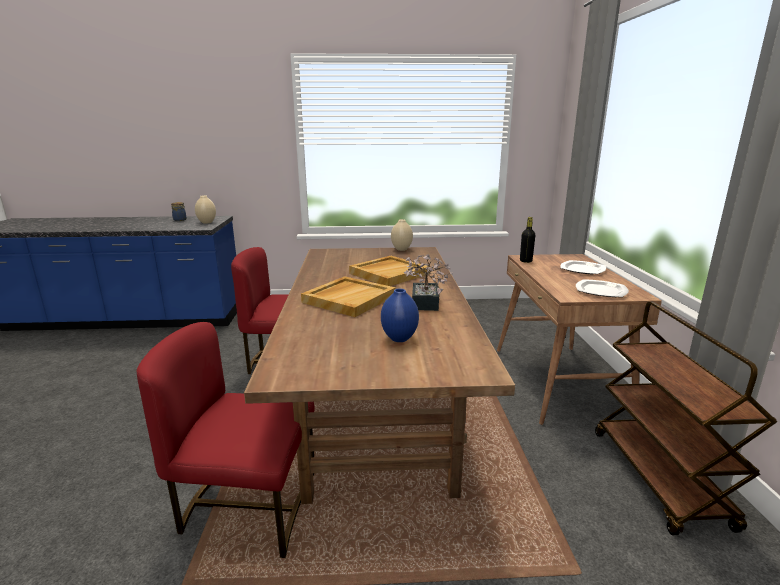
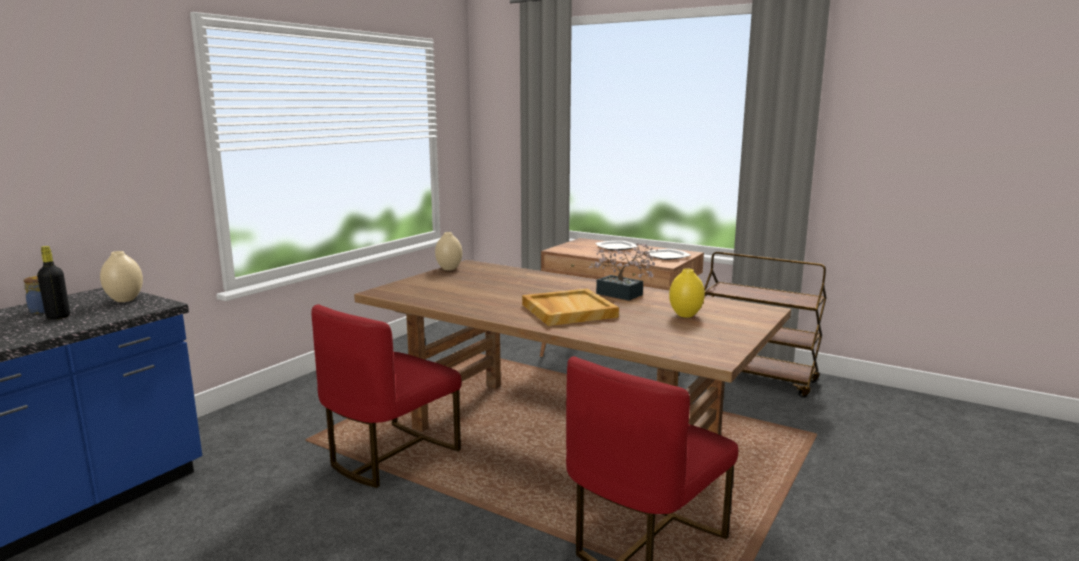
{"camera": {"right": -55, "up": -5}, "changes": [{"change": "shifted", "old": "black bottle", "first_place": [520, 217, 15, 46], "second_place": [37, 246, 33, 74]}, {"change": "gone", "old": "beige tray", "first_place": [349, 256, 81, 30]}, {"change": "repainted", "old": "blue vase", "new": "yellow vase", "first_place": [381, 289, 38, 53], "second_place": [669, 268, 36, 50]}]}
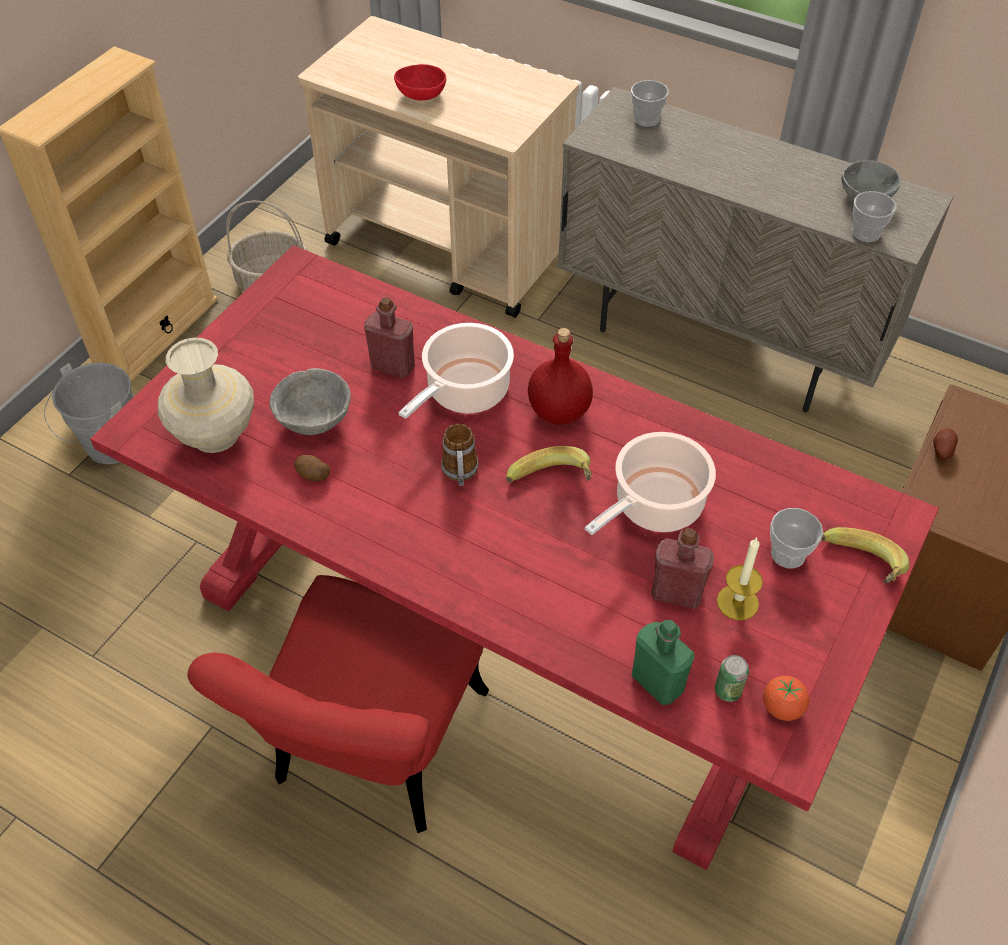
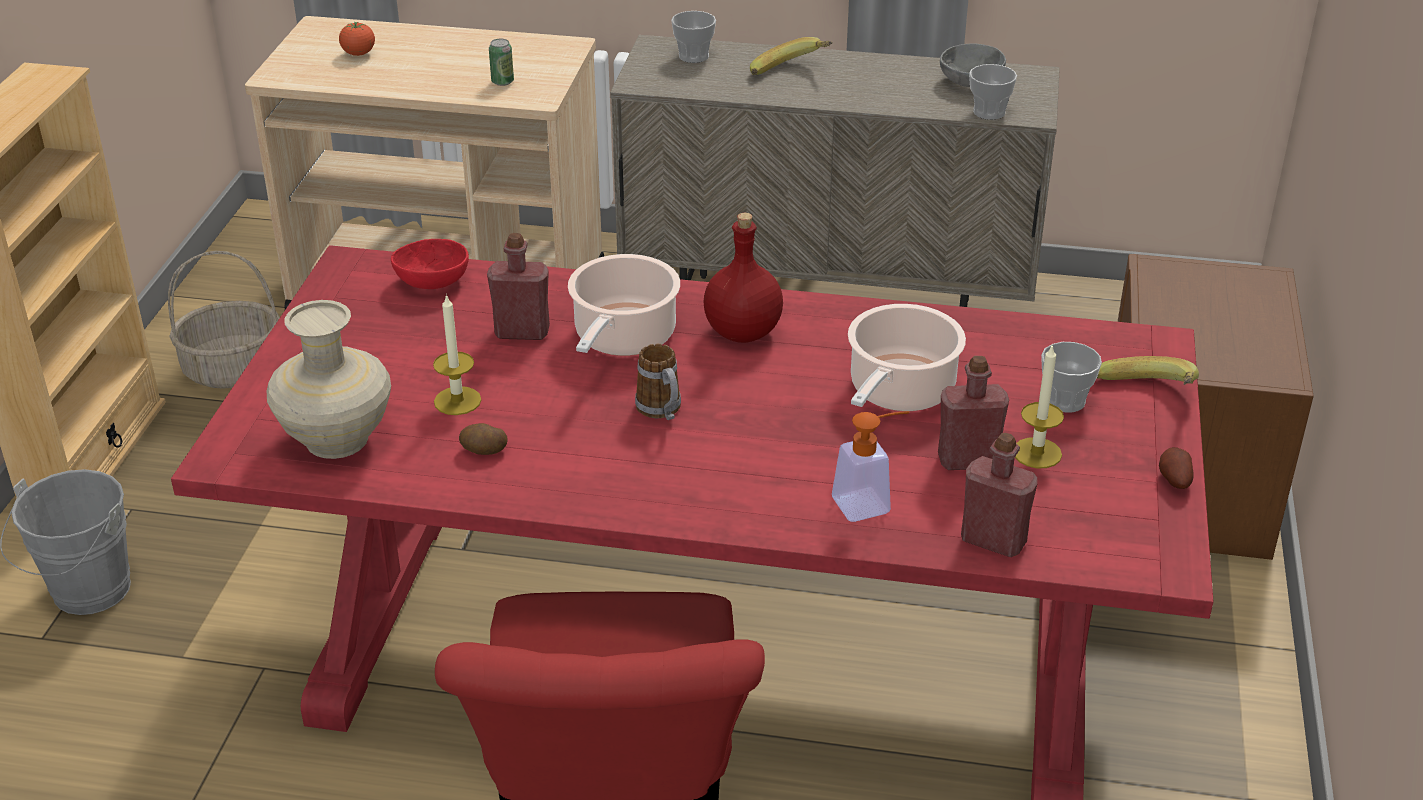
{"camera": {"right": -20, "up": -15}, "changes": [{"change": "shifted", "old": "red bowl", "first_place": [394, 64, 52, 36], "second_place": [391, 239, 78, 50]}, {"change": "swapped", "old": "grey bowl", "new": "candle", "first_place": [270, 368, 81, 67], "second_place": [433, 294, 48, 121]}, {"change": "shifted", "old": "potato", "first_place": [933, 428, 25, 32], "second_place": [1159, 447, 34, 42]}, {"change": "shifted", "old": "banana", "first_place": [506, 446, 86, 37], "second_place": [750, 37, 83, 38]}, {"change": "repainted", "old": "green bottle", "new": "red bottle", "first_place": [631, 620, 63, 85], "second_place": [961, 433, 77, 124]}, {"change": "shifted", "old": "can", "first_place": [715, 655, 34, 47], "second_place": [489, 39, 25, 47]}, {"change": "shifted", "old": "tomato", "first_place": [763, 676, 47, 45], "second_place": [339, 22, 36, 34]}, {"change": "new", "new": "soap dispenser", "second_place": [832, 411, 77, 111]}]}
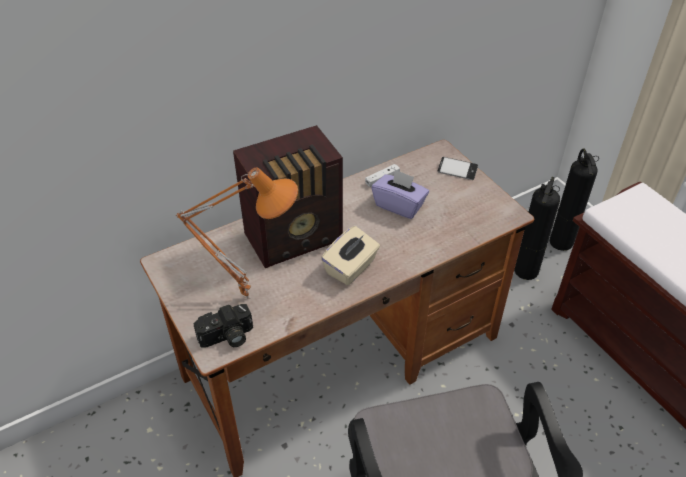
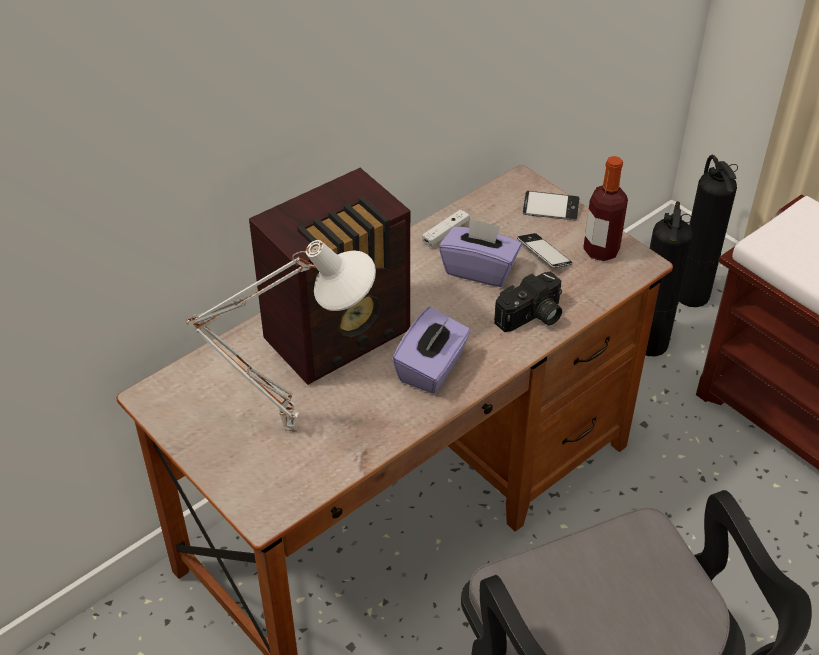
{"camera": {"right": -10, "up": 0}, "changes": [{"change": "repainted", "old": "orange table lamp", "new": "white table lamp", "first_place": [176, 167, 122, 132], "second_place": [185, 240, 191, 192]}, {"change": "repainted", "old": "beige tissue box", "new": "purple tissue box", "first_place": [321, 226, 59, 59], "second_place": [392, 307, 79, 87]}, {"change": "shifted", "old": "photo camera", "first_place": [193, 304, 60, 44], "second_place": [494, 272, 68, 60]}, {"change": "new", "new": "bottle", "second_place": [583, 156, 45, 105]}, {"change": "new", "new": "phone", "second_place": [517, 233, 55, 35]}]}
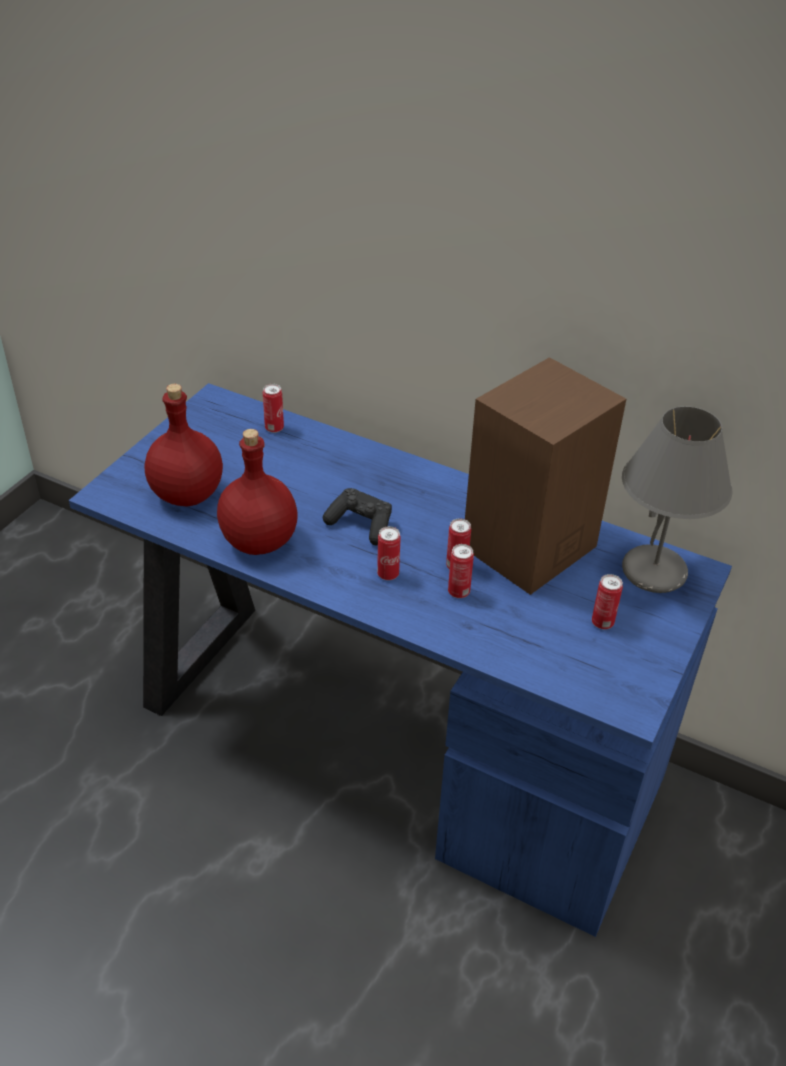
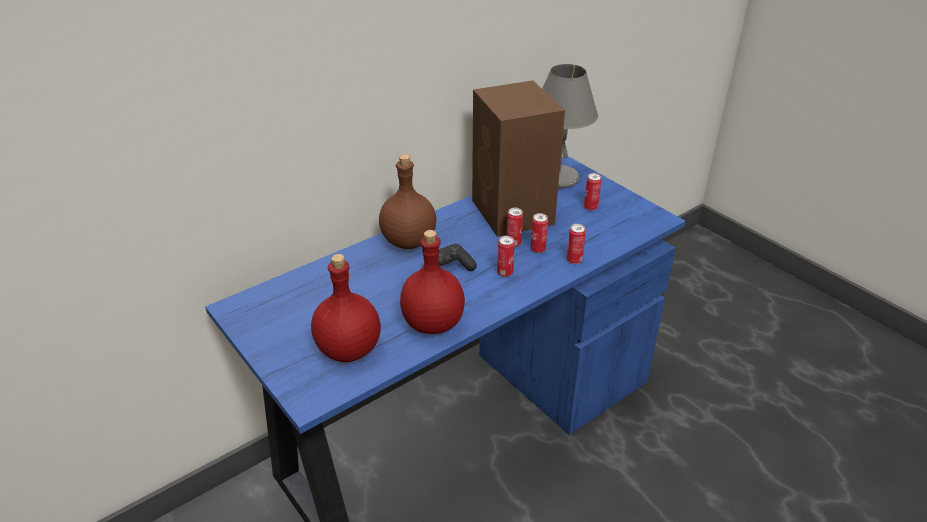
{"camera": {"right": -65, "up": -5}, "changes": [{"change": "shifted", "old": "can", "first_place": [263, 384, 21, 49], "second_place": [567, 224, 19, 40]}, {"change": "new", "new": "brown bottle", "second_place": [379, 154, 58, 95]}]}
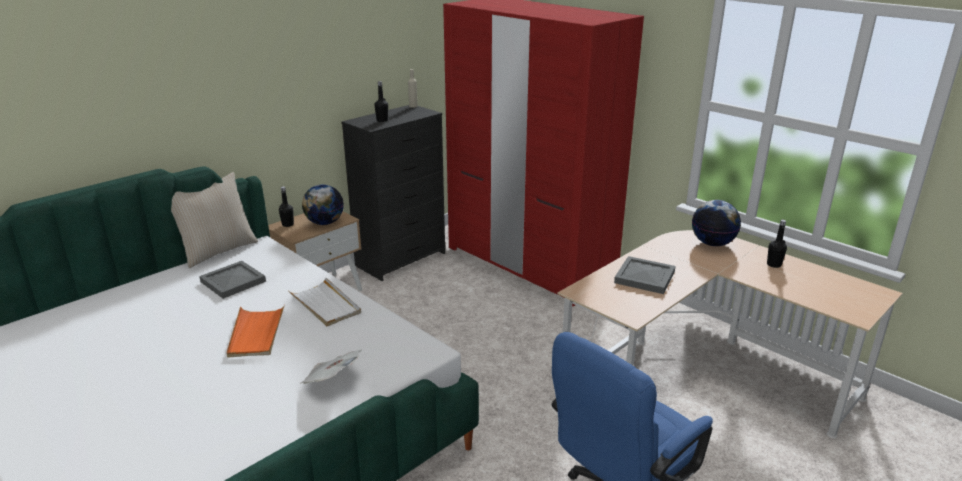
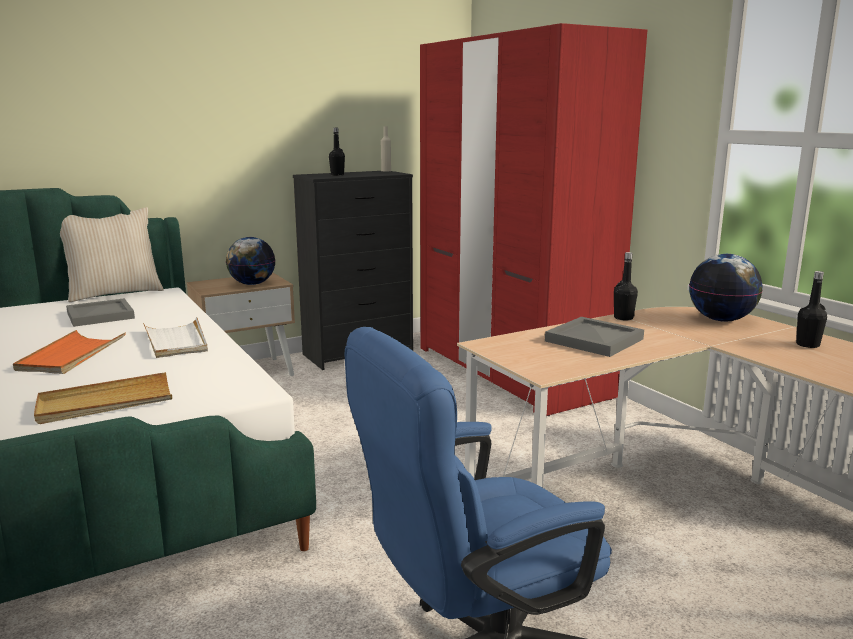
{"camera": {"right": 15, "up": -10}, "changes": [{"change": "shifted", "old": "black bottle", "first_place": [279, 186, 15, 41], "second_place": [614, 252, 24, 68]}, {"change": "swapped", "old": "newspaper", "new": "beige tray", "first_place": [300, 350, 62, 34], "second_place": [34, 372, 138, 52]}]}
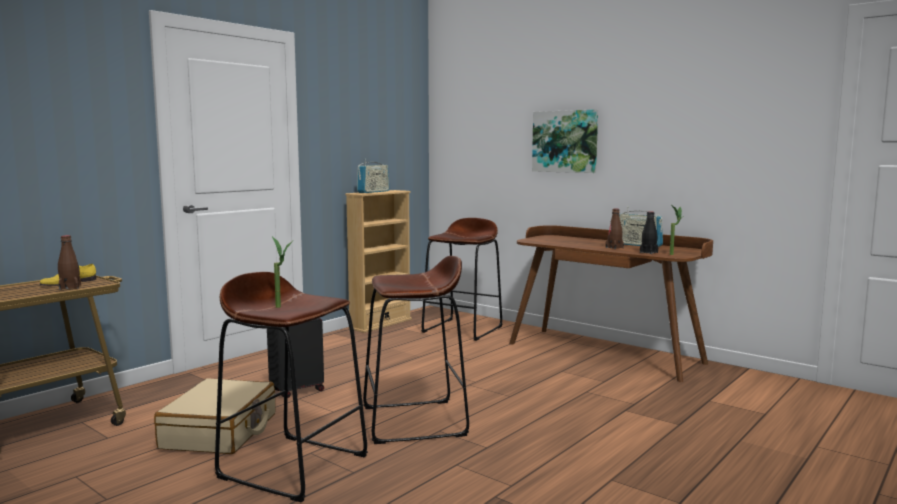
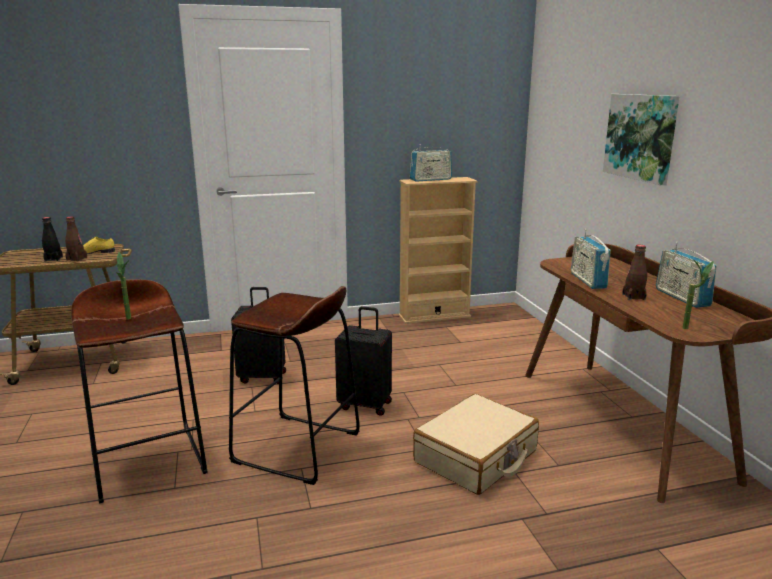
{"camera": {"right": 35, "up": 10}, "changes": [{"change": "shifted", "old": "black bottle", "first_place": [640, 211, 18, 43], "second_place": [42, 217, 21, 45]}, {"change": "gone", "old": "brown stool", "first_place": [421, 218, 81, 123]}, {"change": "shifted", "old": "beige suitcase", "first_place": [154, 378, 122, 76], "second_place": [413, 394, 126, 101]}, {"change": "new", "new": "radio", "second_place": [571, 229, 40, 60]}, {"change": "new", "new": "black suitcase", "second_place": [335, 306, 57, 110]}]}
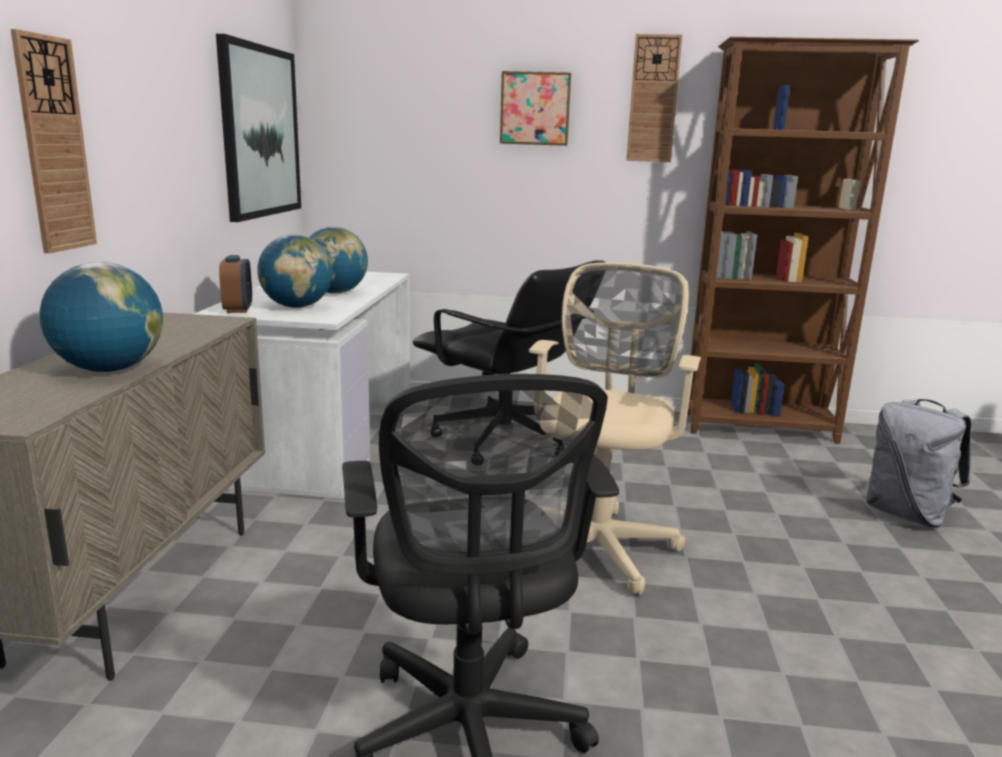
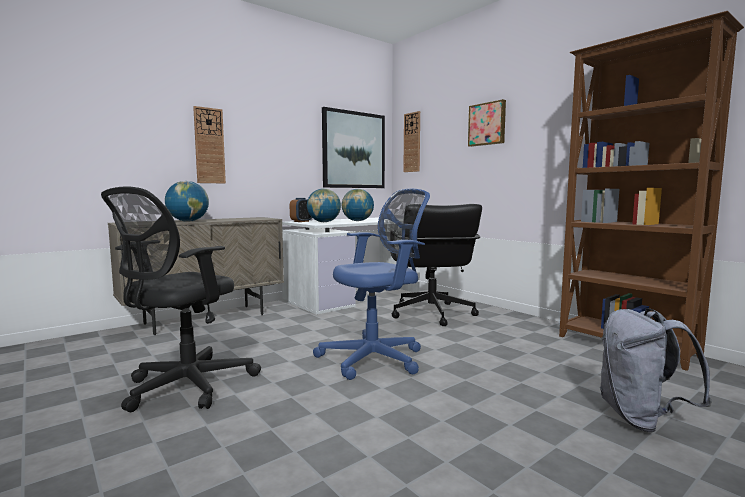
{"camera": {"right": 45, "up": -10}, "changes": [{"change": "shifted", "old": "wall clock", "first_place": [626, 34, 56, 128], "second_place": [403, 111, 17, 61]}, {"change": "repainted", "old": "beige office chair", "new": "blue office chair", "first_place": [529, 262, 172, 333], "second_place": [313, 188, 117, 192]}]}
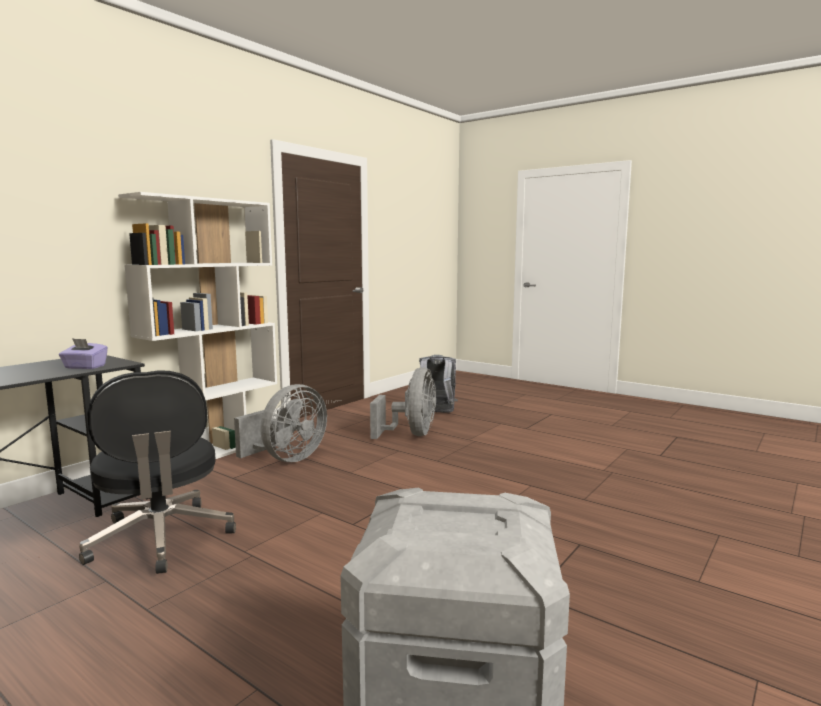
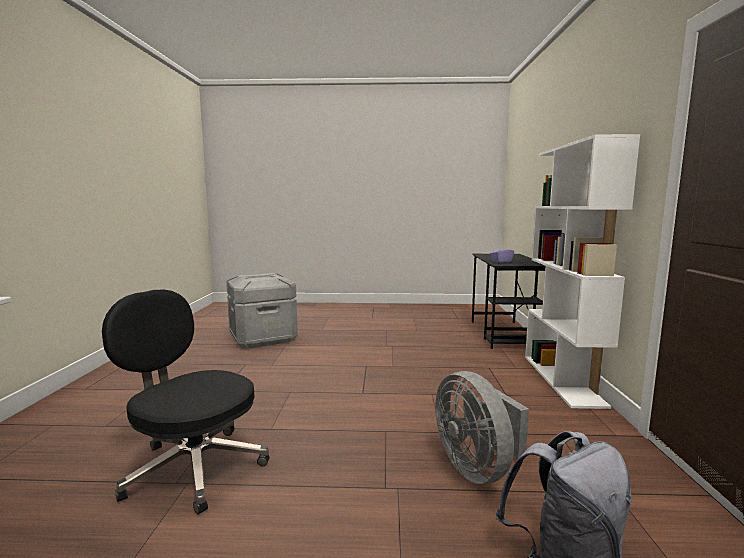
{"camera": {"right": 145, "up": 0}, "changes": [{"change": "shifted", "old": "black office chair", "first_place": [79, 370, 157, 204], "second_place": [102, 290, 167, 225]}, {"change": "gone", "old": "grey fan", "first_place": [234, 384, 93, 78]}]}
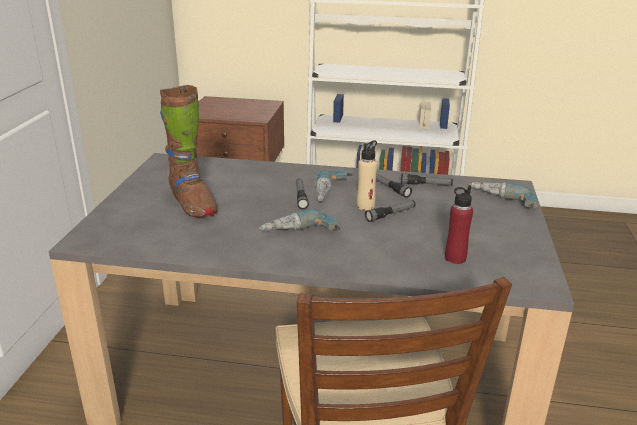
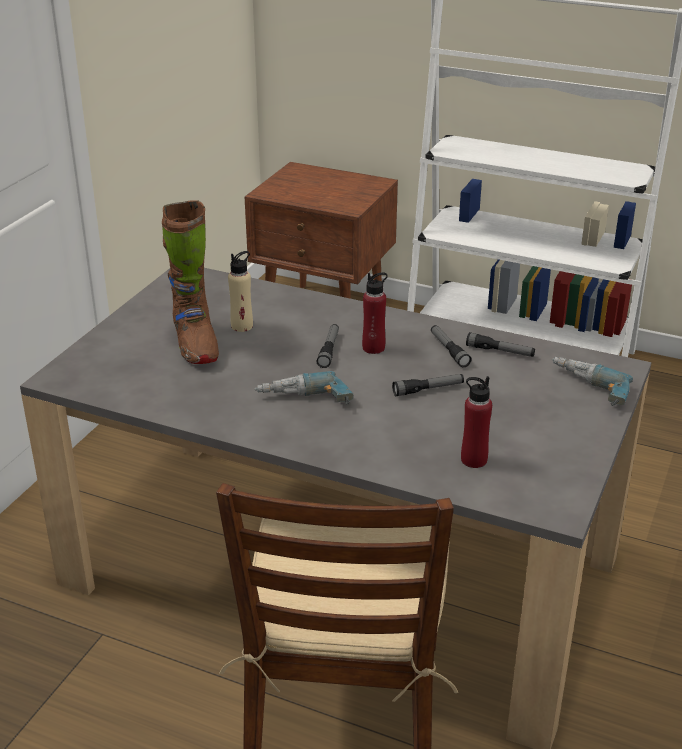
{"camera": {"right": 15, "up": 5}, "changes": [{"change": "shifted", "old": "beige bottle", "first_place": [357, 140, 20, 70], "second_place": [228, 251, 25, 81]}, {"change": "swapped", "old": "power drill", "new": "red bottle", "first_place": [315, 170, 39, 31], "second_place": [362, 272, 26, 82]}]}
